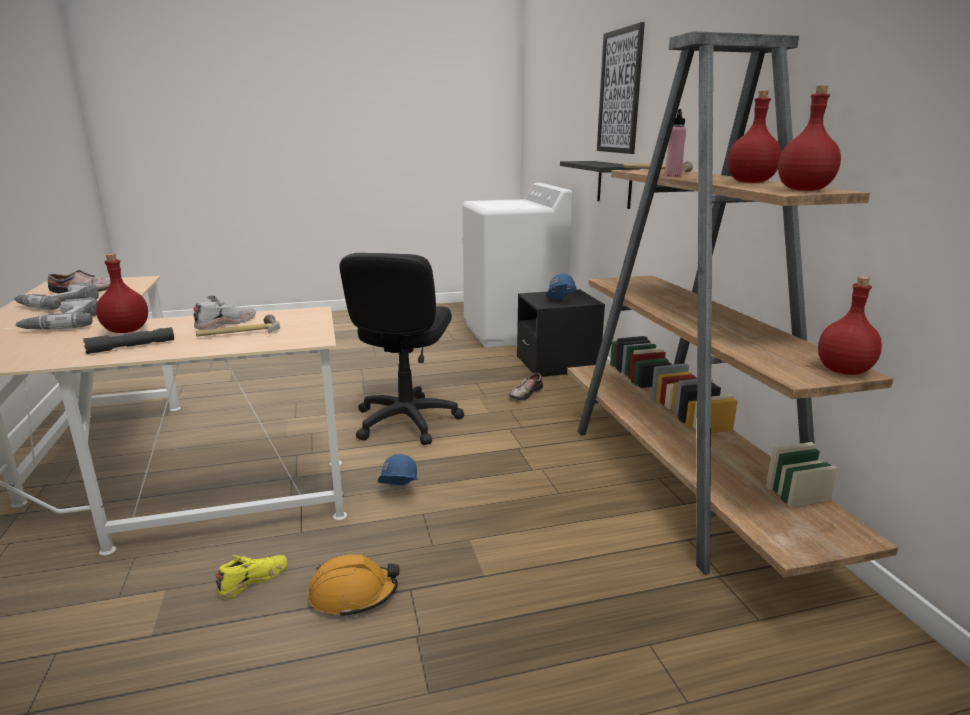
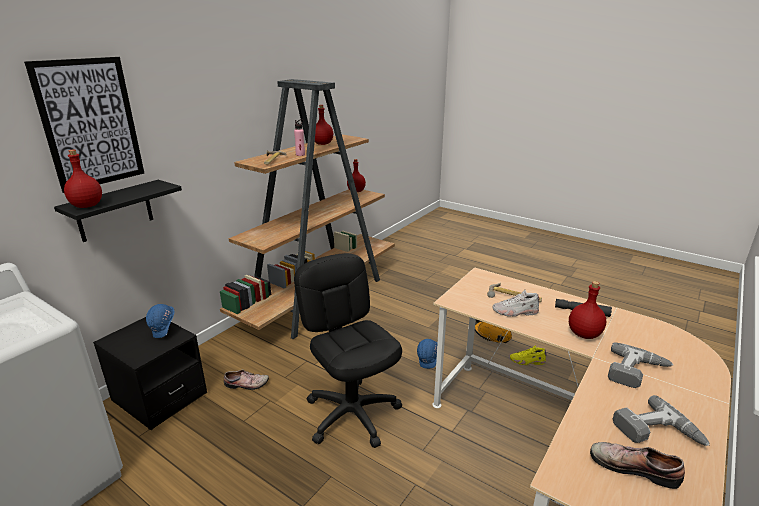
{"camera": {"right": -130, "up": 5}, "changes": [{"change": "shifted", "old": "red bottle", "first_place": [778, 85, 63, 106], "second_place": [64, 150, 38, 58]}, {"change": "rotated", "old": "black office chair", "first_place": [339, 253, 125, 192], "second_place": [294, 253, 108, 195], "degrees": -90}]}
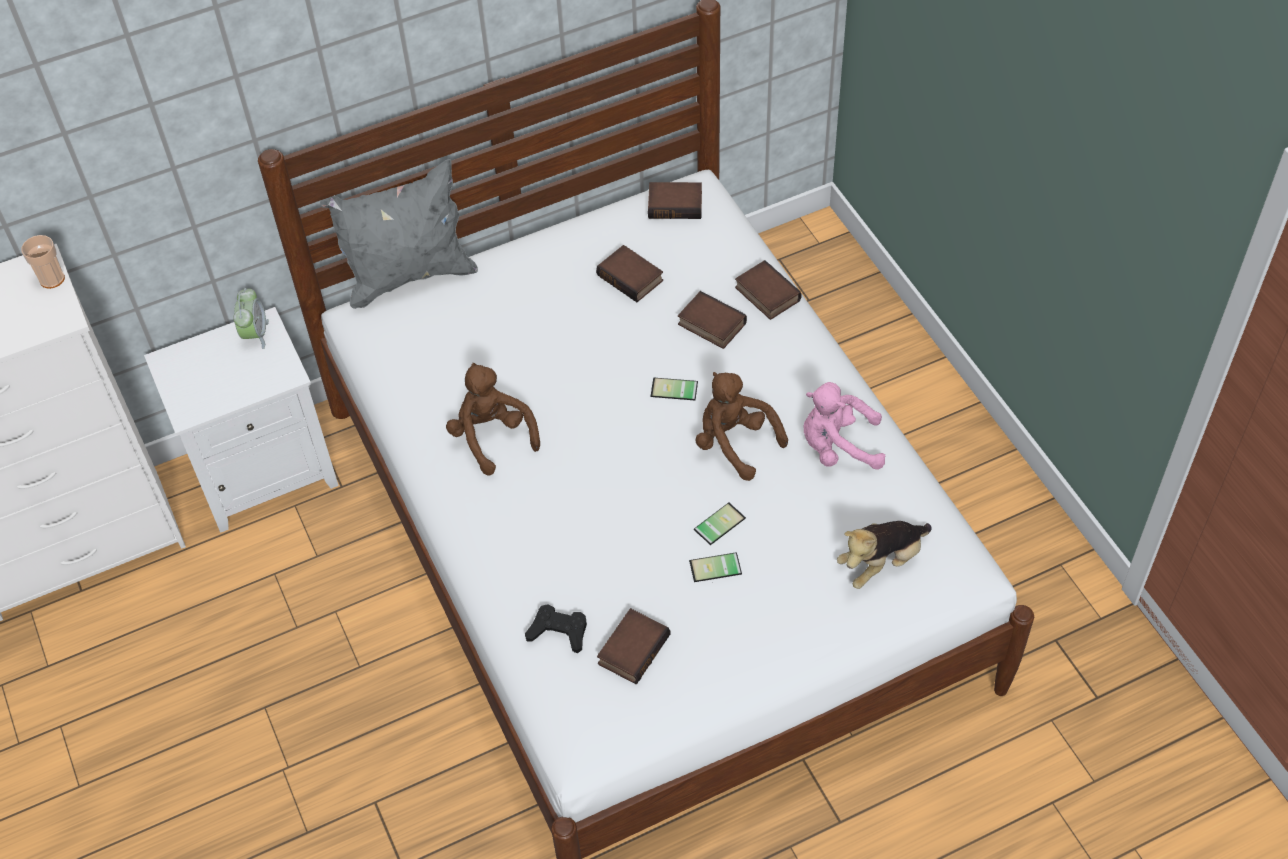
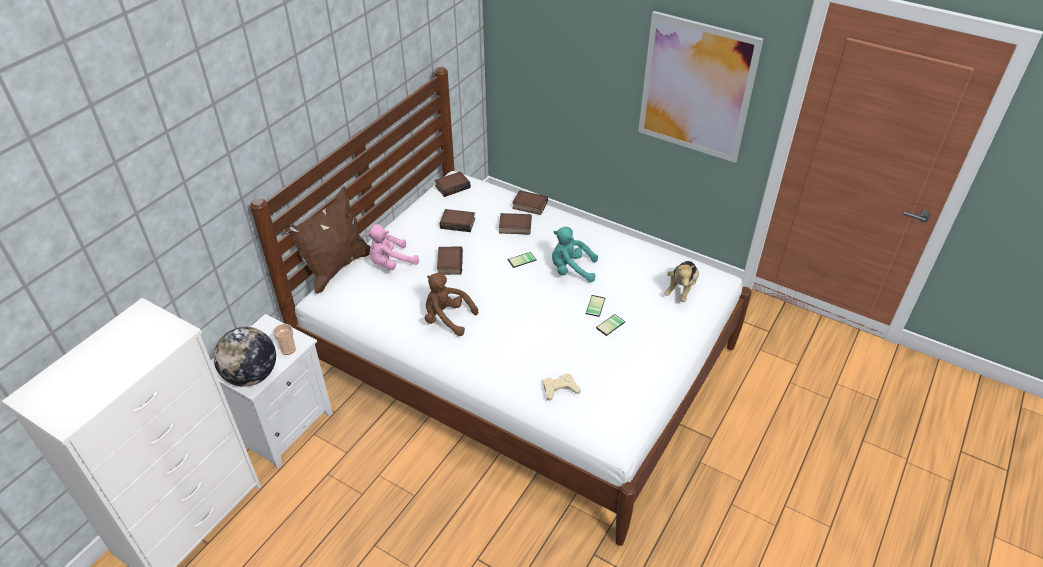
{"camera": {"right": -35, "up": -10}, "changes": [{"change": "repainted", "old": "grey pillow", "new": "brown pillow", "first_place": [320, 159, 158, 150], "second_place": [284, 186, 87, 108]}, {"change": "shifted", "old": "cup", "first_place": [21, 235, 44, 54], "second_place": [273, 324, 23, 31]}, {"change": "gone", "old": "alarm clock", "first_place": [233, 288, 36, 61]}, {"change": "repainted", "old": "brown plush toy", "new": "turquoise plush toy", "first_place": [695, 372, 93, 109], "second_place": [552, 227, 46, 55]}, {"change": "shifted", "old": "pink plush toy", "first_place": [804, 382, 82, 88], "second_place": [366, 224, 53, 47]}, {"change": "repainted", "old": "black game controller", "new": "beige game controller", "first_place": [525, 604, 62, 50], "second_place": [543, 373, 38, 28]}, {"change": "shifted", "old": "book", "first_place": [597, 608, 74, 76], "second_place": [437, 246, 26, 29]}, {"change": "new", "new": "picture", "second_place": [638, 11, 125, 152]}, {"change": "new", "new": "globe", "second_place": [214, 327, 62, 59]}]}
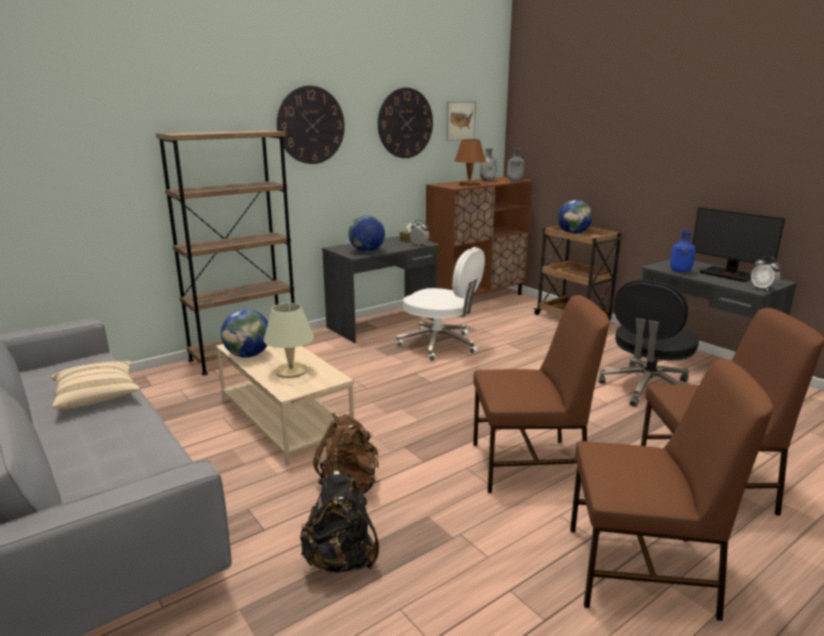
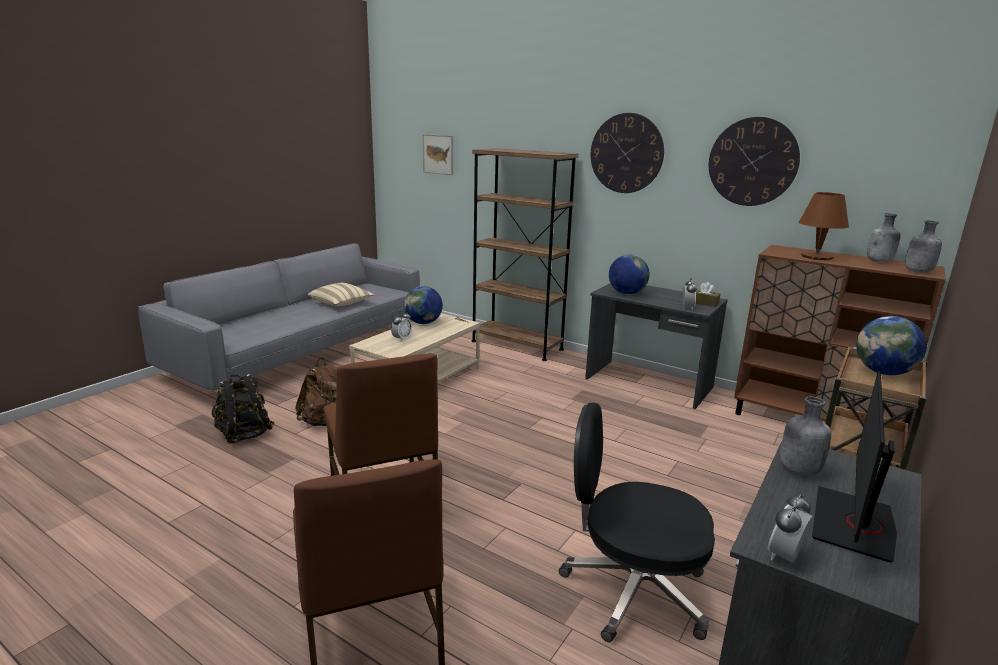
{"camera": {"right": 70, "up": 0}, "changes": [{"change": "shifted", "old": "picture", "first_place": [446, 101, 30, 40], "second_place": [423, 134, 30, 41]}, {"change": "repainted", "old": "blue bottle", "new": "grey bottle", "first_place": [670, 230, 26, 42], "second_place": [780, 396, 51, 79]}, {"change": "gone", "old": "white office chair", "first_place": [396, 247, 89, 114]}, {"change": "swapped", "old": "beige table lamp", "new": "alarm clock", "first_place": [264, 303, 50, 75], "second_place": [391, 311, 21, 31]}, {"change": "gone", "old": "brown chair", "first_place": [570, 359, 203, 262]}]}
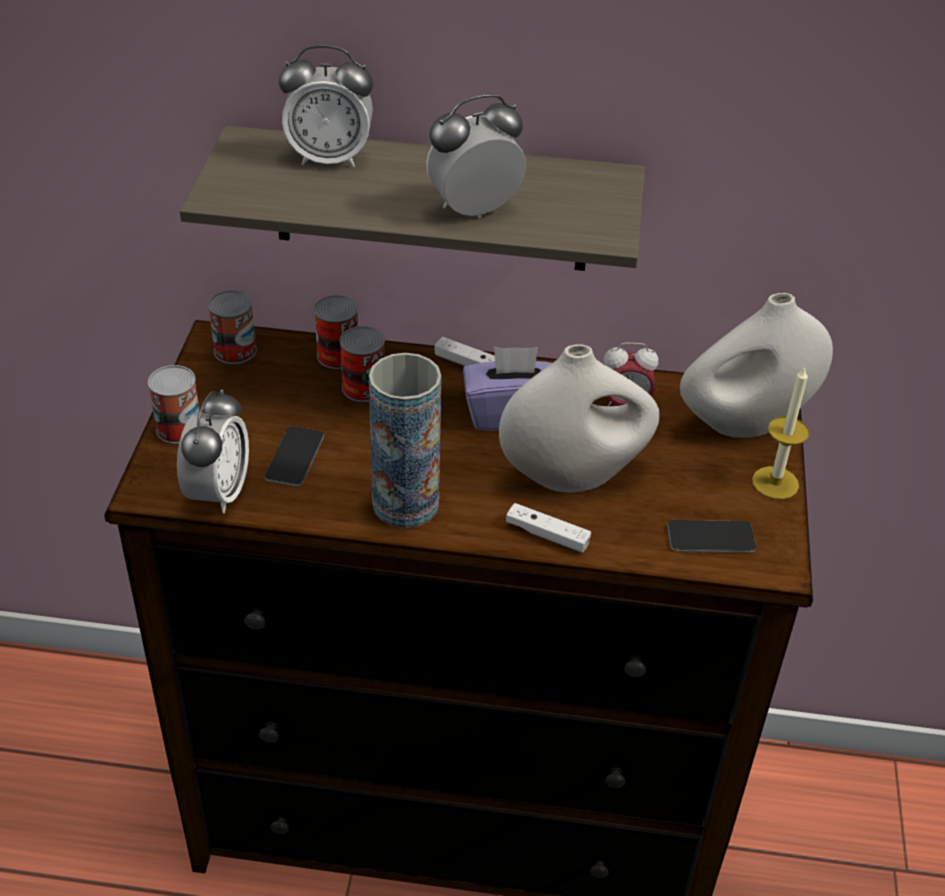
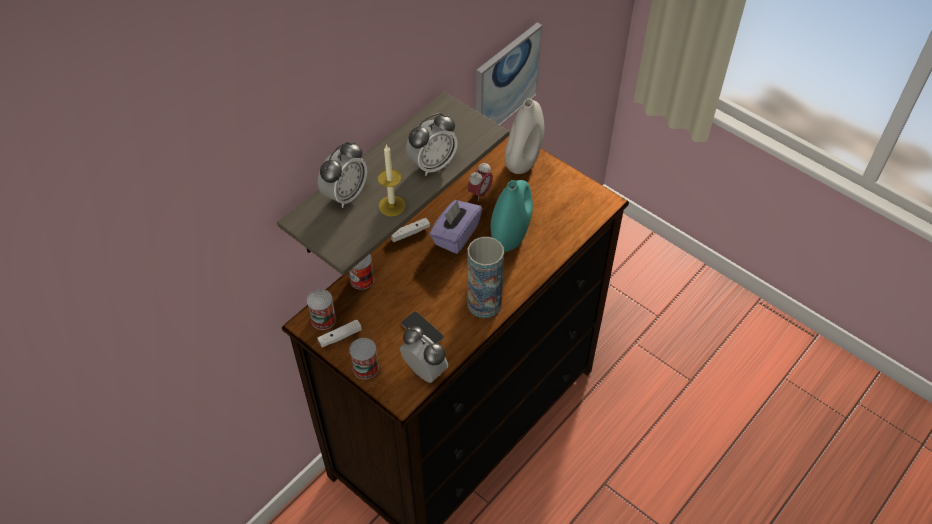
{"camera": {"right": -55, "up": 10}, "changes": [{"change": "rotated", "old": "alarm clock", "first_place": [426, 94, 100, 123], "second_place": [406, 113, 52, 63], "degrees": -135}, {"change": "gone", "old": "can", "first_place": [340, 326, 45, 76]}, {"change": "repainted", "old": "white vase", "new": "turquoise vase", "first_place": [499, 344, 161, 149], "second_place": [491, 180, 42, 72]}, {"change": "shifted", "old": "candle", "first_place": [752, 366, 57, 134], "second_place": [378, 144, 28, 72]}, {"change": "shifted", "old": "white game controller", "first_place": [506, 503, 85, 50], "second_place": [317, 320, 45, 28]}, {"change": "gone", "old": "phone", "first_place": [668, 520, 88, 33]}, {"change": "new", "new": "picture", "second_place": [476, 23, 66, 102]}]}
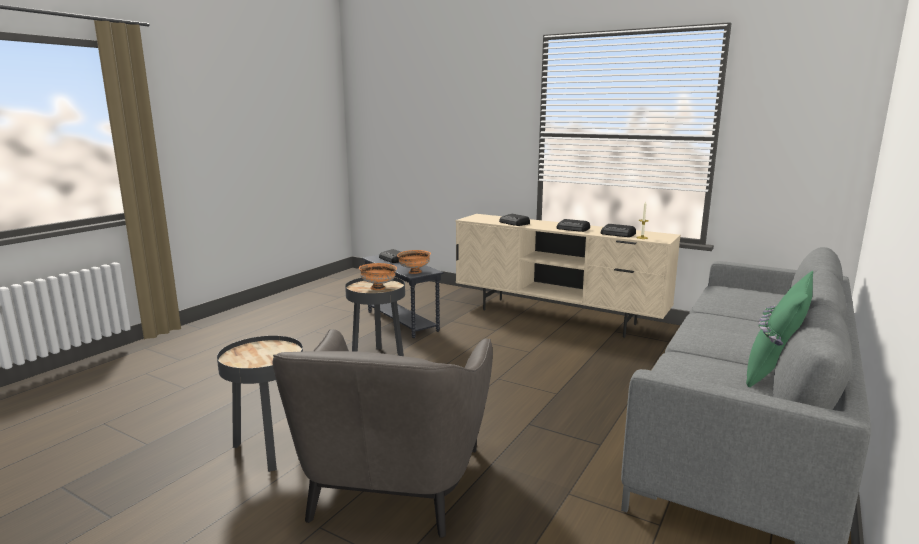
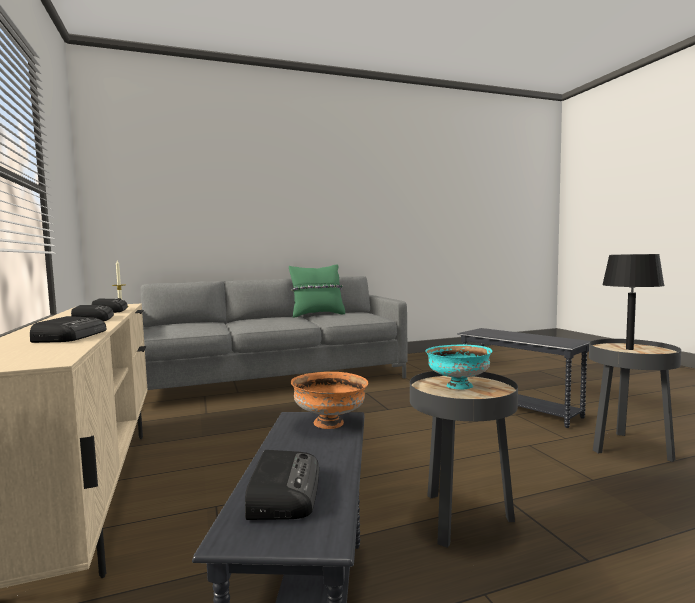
{"camera": {"right": -140, "up": -10}, "changes": [{"change": "repainted", "old": "orange bowl", "new": "turquoise bowl", "first_place": [359, 263, 38, 27], "second_place": [425, 345, 68, 44]}, {"change": "swapped", "old": "grey armchair", "new": "grey side table", "first_place": [273, 329, 220, 209], "second_place": [457, 328, 134, 100]}, {"change": "new", "new": "black table lamp", "second_place": [602, 254, 63, 96]}]}
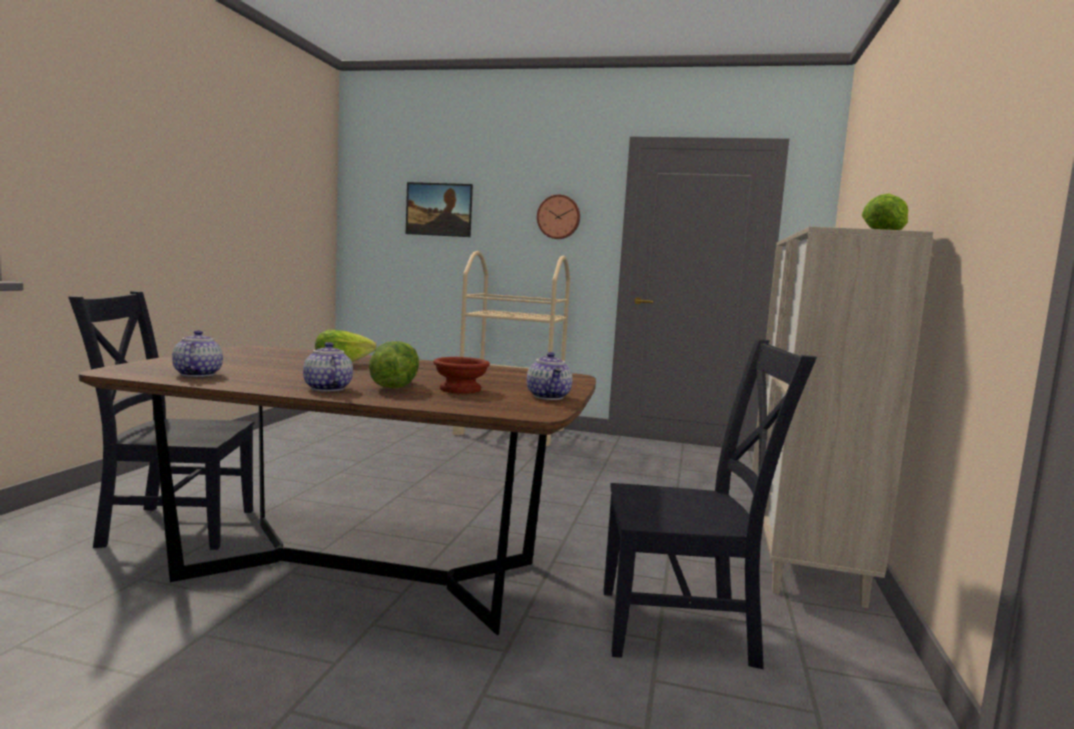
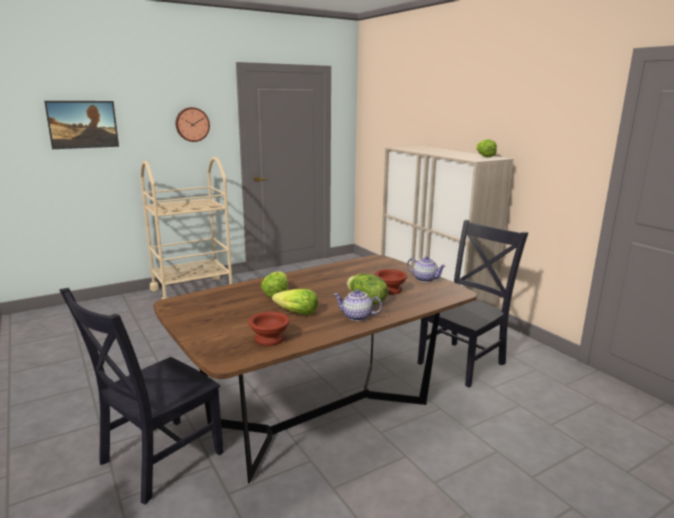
{"camera": {"right": -45, "up": 10}, "changes": [{"change": "swapped", "old": "teapot", "new": "brown bowl", "first_place": [172, 330, 51, 47], "second_place": [248, 312, 42, 34]}, {"change": "new", "new": "lettuce", "second_place": [272, 289, 46, 26]}]}
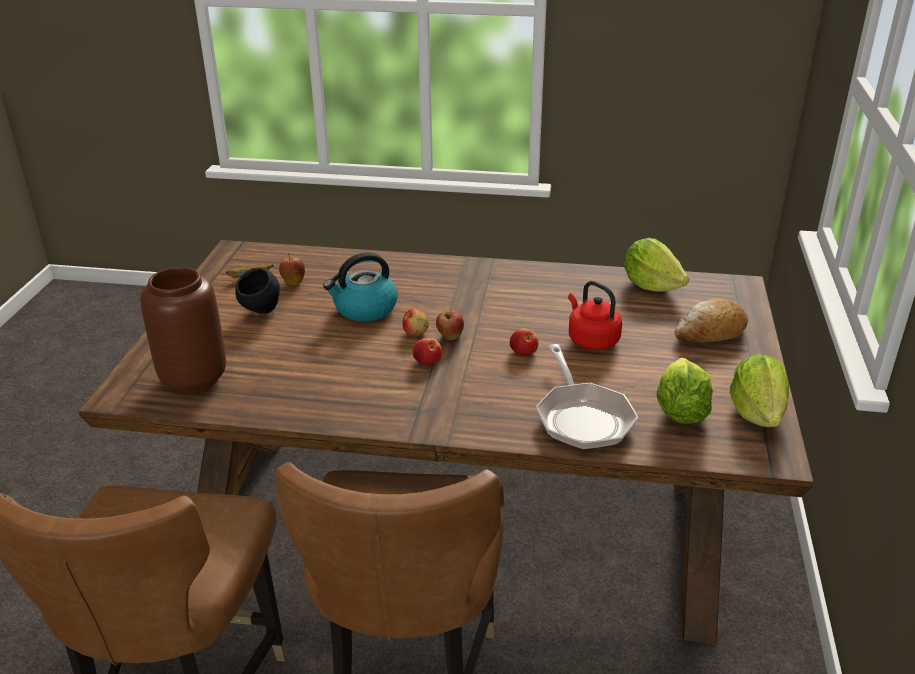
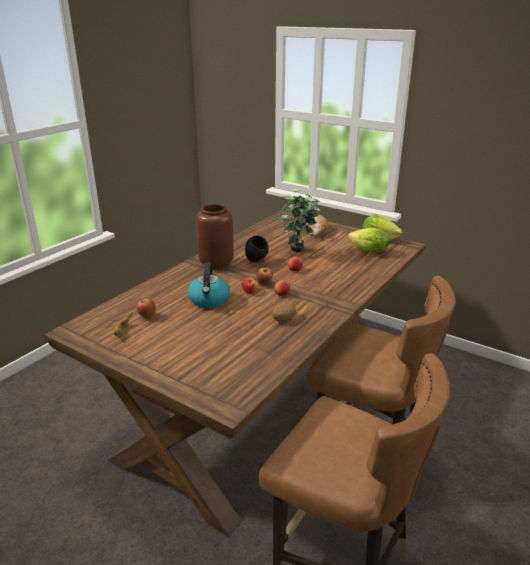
{"camera": {"right": -65, "up": -5}, "changes": [{"change": "gone", "old": "lettuce", "first_place": [624, 238, 65, 54]}, {"change": "shifted", "old": "brown vase", "first_place": [140, 267, 86, 126], "second_place": [196, 204, 38, 65]}, {"change": "shifted", "old": "black bowl", "first_place": [235, 268, 45, 46], "second_place": [245, 235, 24, 27]}, {"change": "swapped", "old": "red kettle", "new": "potted plant", "first_place": [568, 281, 54, 69], "second_place": [280, 189, 40, 63]}, {"change": "gone", "old": "frying pan", "first_place": [536, 344, 102, 106]}, {"change": "new", "new": "potato", "second_place": [272, 300, 24, 22]}]}
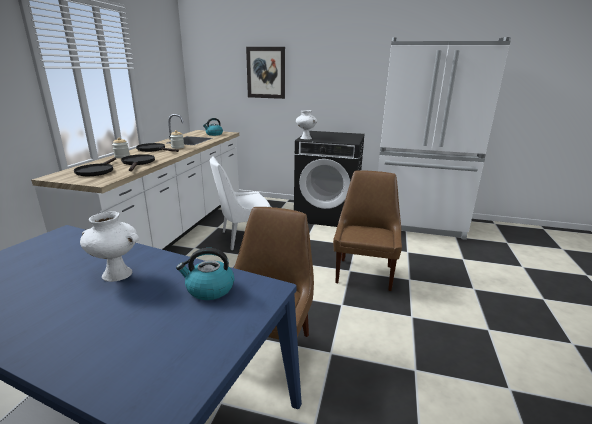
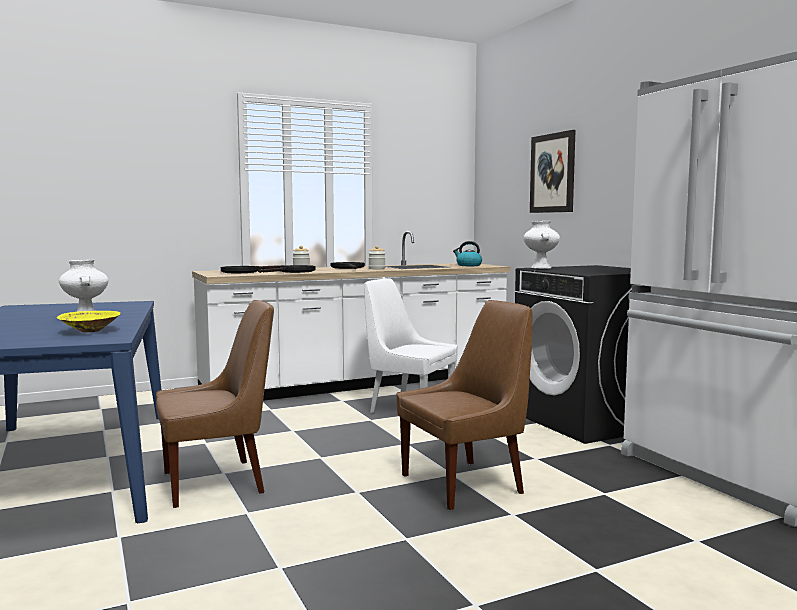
{"camera": {"right": 50, "up": -15}, "changes": [{"change": "swapped", "old": "kettle", "new": "yellow bowl", "first_place": [176, 248, 58, 52], "second_place": [57, 311, 64, 21]}]}
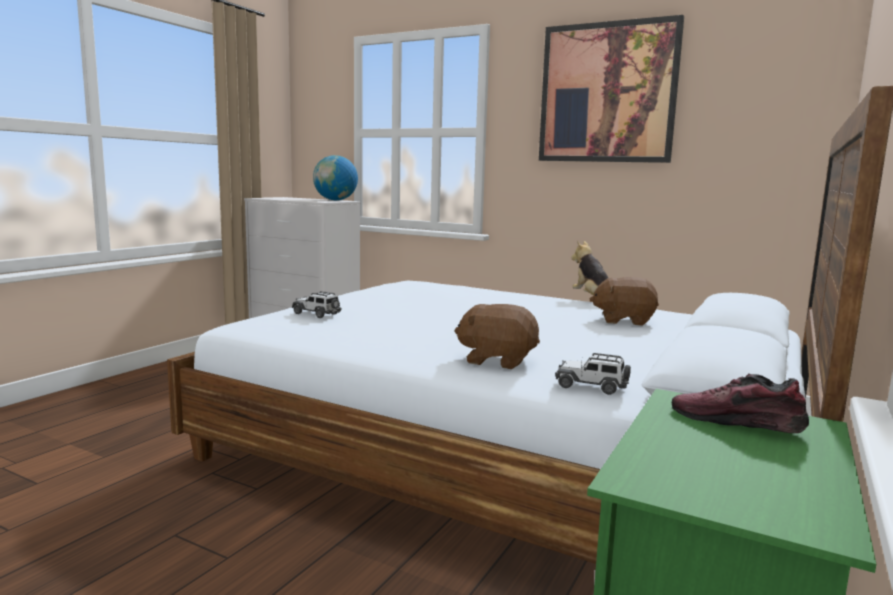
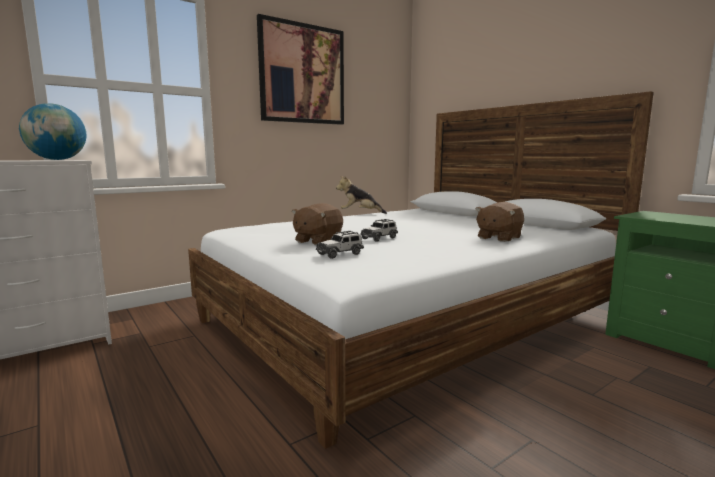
{"camera": {"right": -65, "up": 0}, "changes": [{"change": "shifted", "old": "brown plush toy", "first_place": [590, 277, 69, 49], "second_place": [292, 203, 51, 42]}, {"change": "shifted", "old": "toy car", "first_place": [555, 353, 76, 42], "second_place": [360, 219, 38, 23]}, {"change": "gone", "old": "shoe", "first_place": [672, 373, 137, 60]}]}
